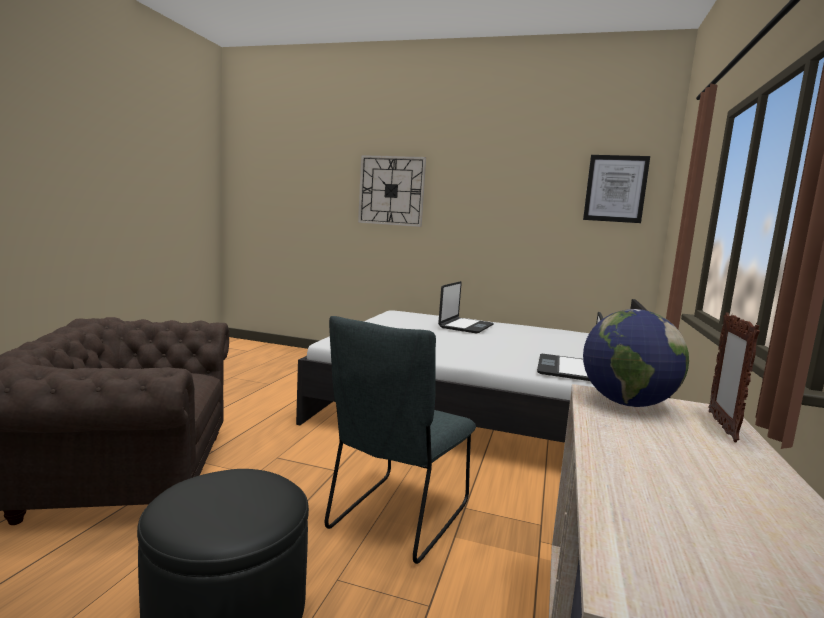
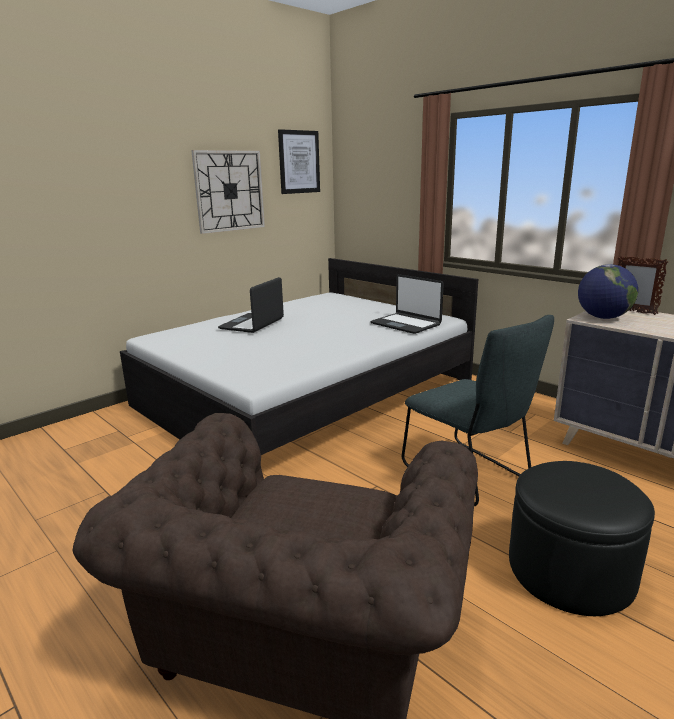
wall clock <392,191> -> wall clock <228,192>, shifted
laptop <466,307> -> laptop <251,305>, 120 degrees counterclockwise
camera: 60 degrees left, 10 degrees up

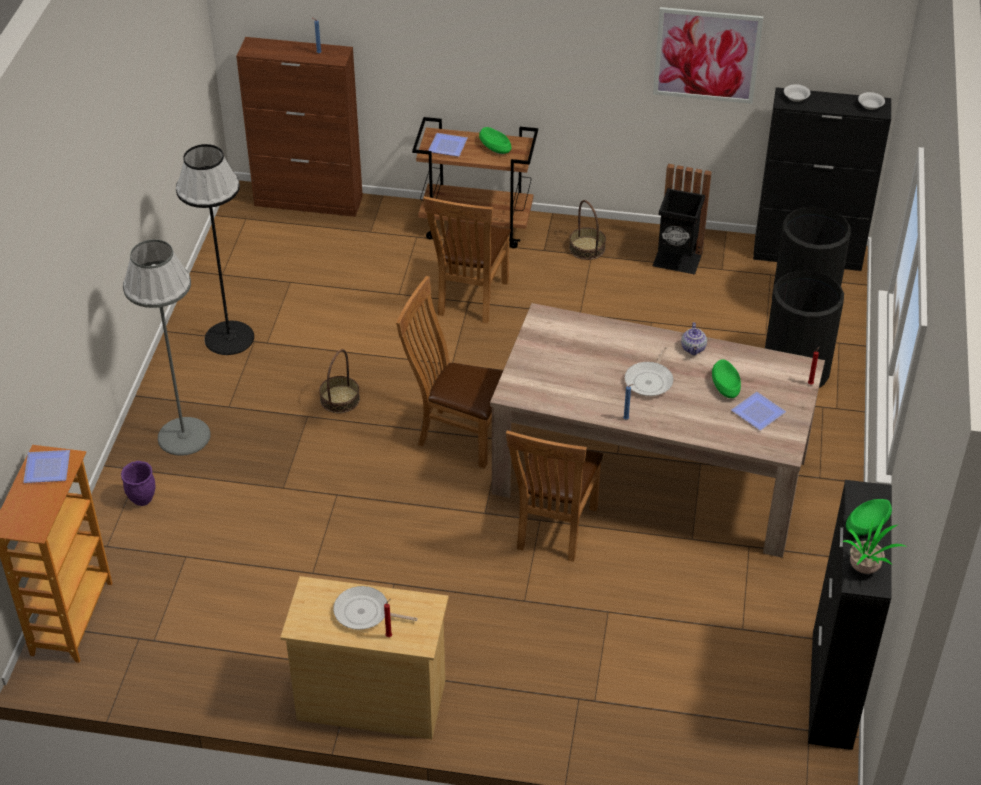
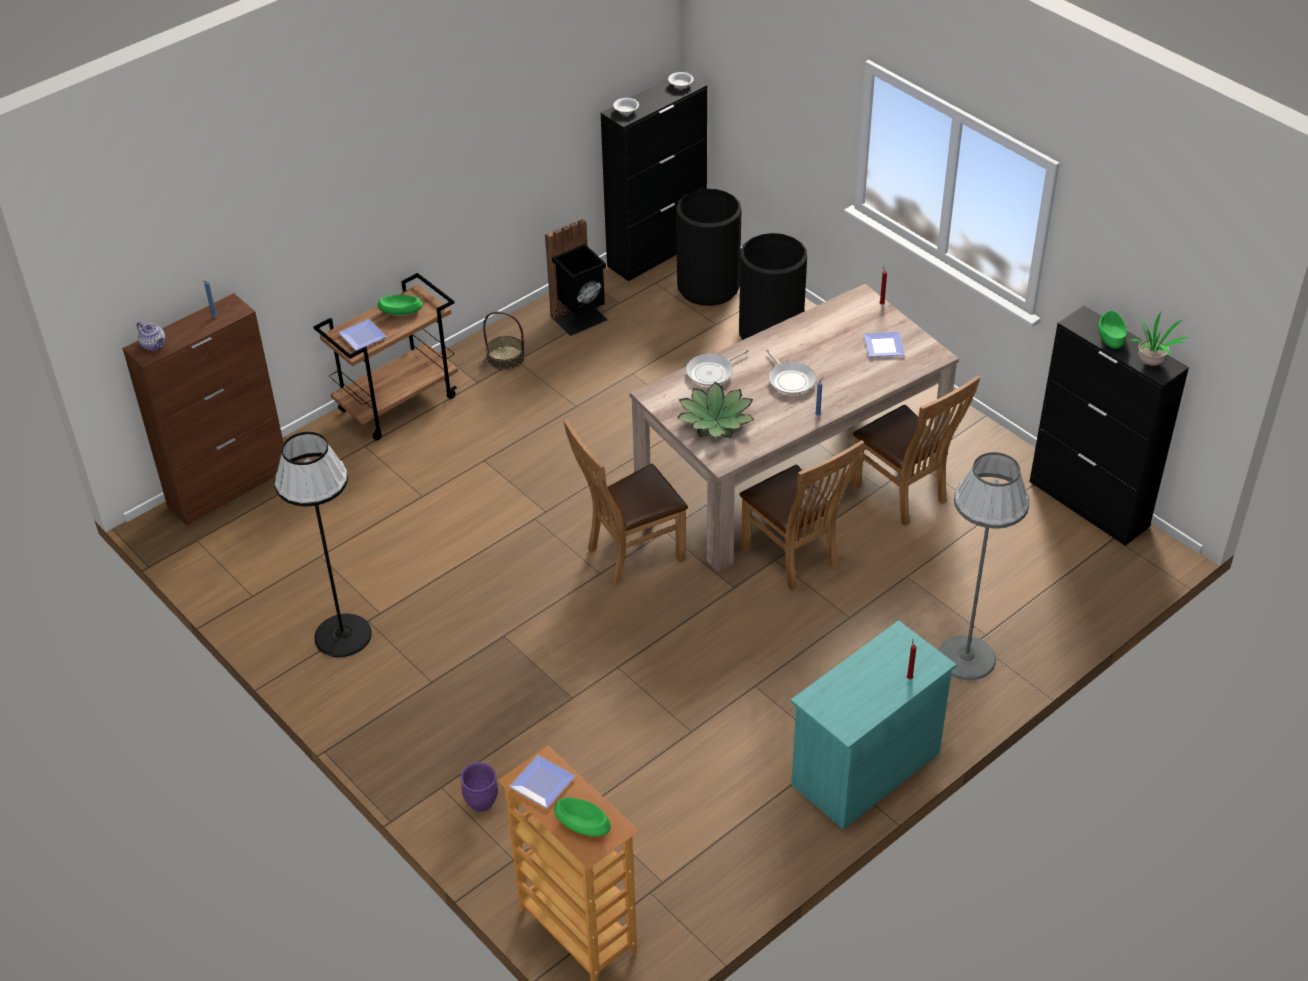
grey floor lamp <167,347> -> grey floor lamp <984,566>, shifted
beige dresser <364,657> -> turquoise dresser <873,725>
basket <339,381> -> none
frying pan <375,608> -> frying pan <717,367>, shifted
brown chair <467,260> -> brown chair <915,451>, shifted
picture <708,55> -> none
teapot <694,338> -> teapot <151,336>, shifted
green bowl <726,378> -> green bowl <582,817>, shifted
none -> potted plant <716,410>
camera: 50 degrees left, 0 degrees up

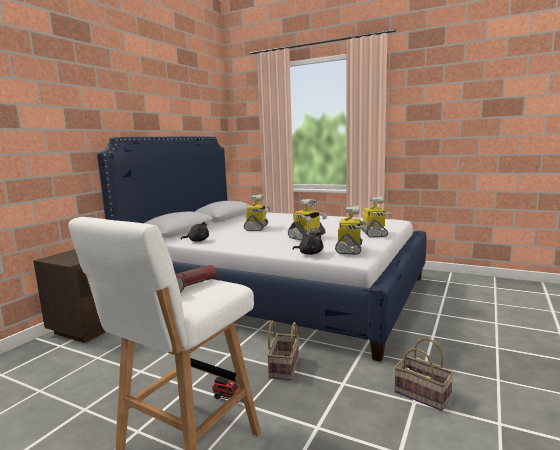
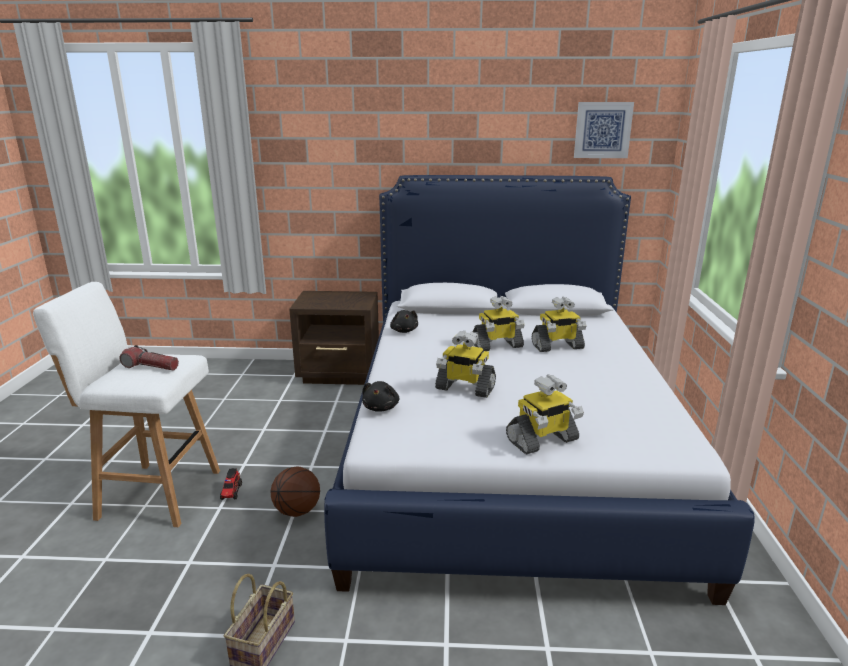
basket <283,350> -> basketball <295,491>
toy robot <351,230> -> toy robot <558,324>, shifted
none -> picture <604,130>
camera: 65 degrees right, 10 degrees up

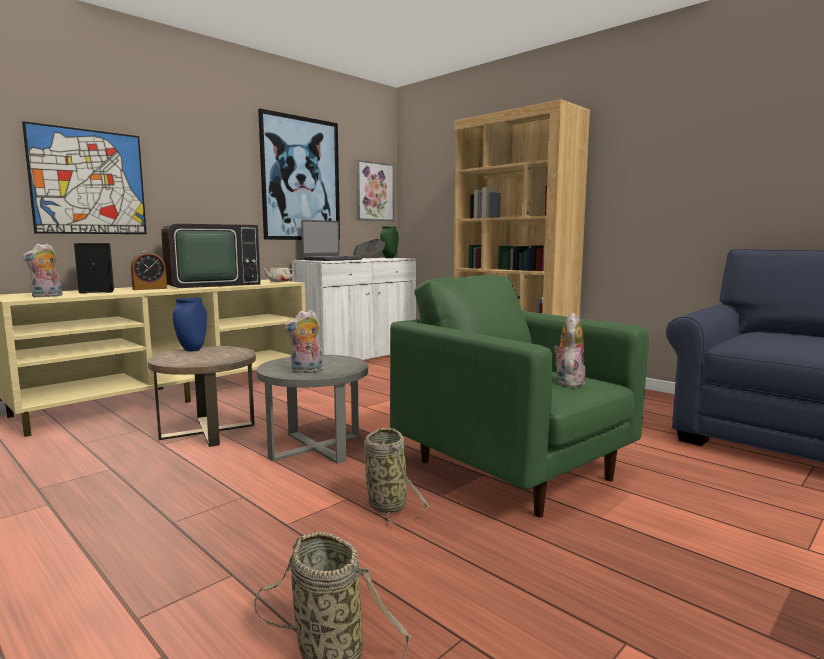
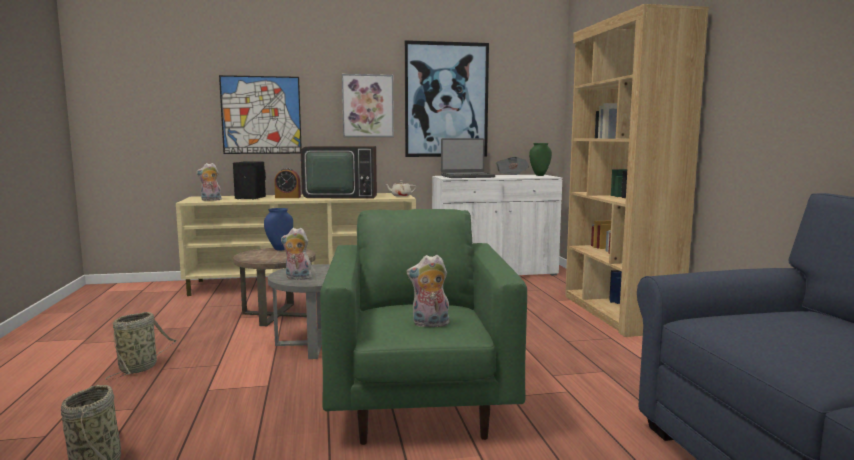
picture <375,190> -> picture <368,105>, shifted
basket <396,476> -> basket <141,346>, shifted
plush toy <569,349> -> plush toy <428,291>, 150 degrees counterclockwise
camera: 35 degrees right, 0 degrees up

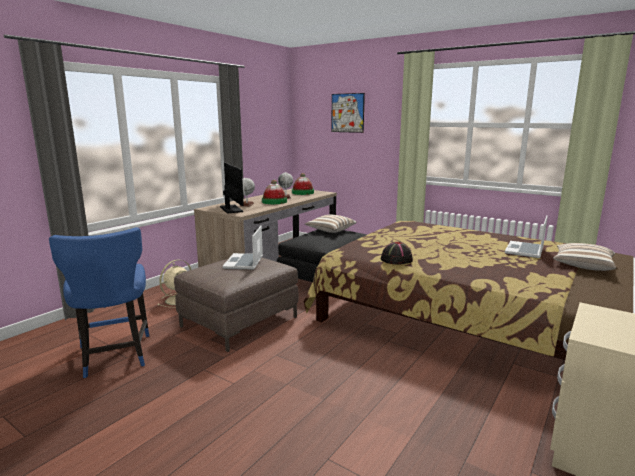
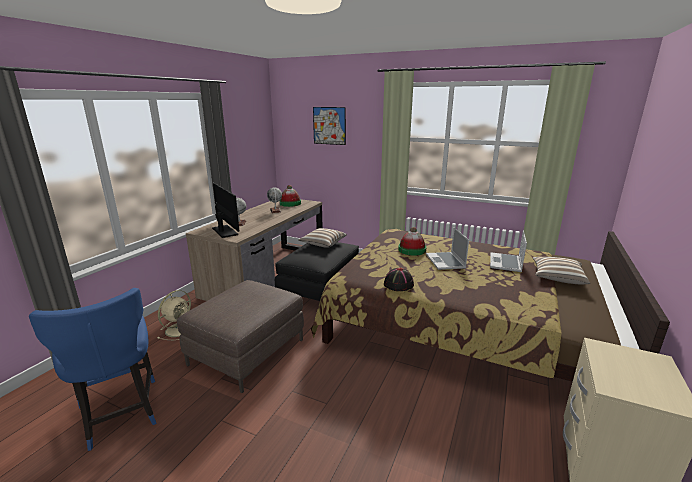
laptop <242,247> -> laptop <447,248>, shifted
hat <274,192> -> hat <412,241>, shifted
camera: 10 degrees left, 5 degrees up

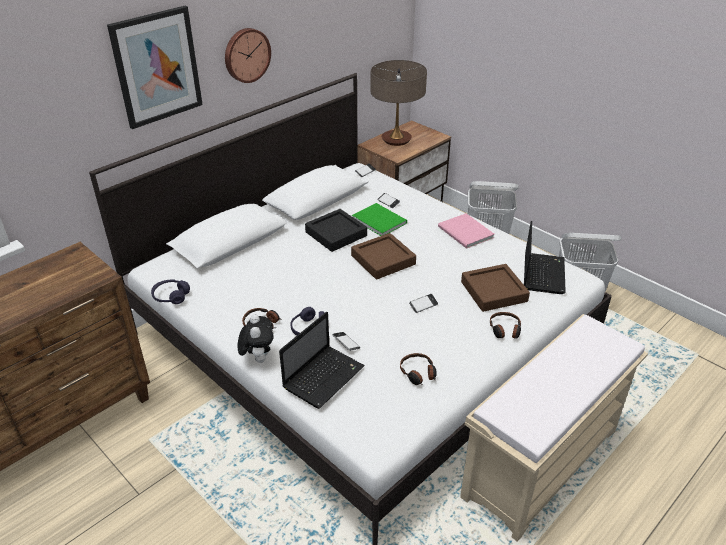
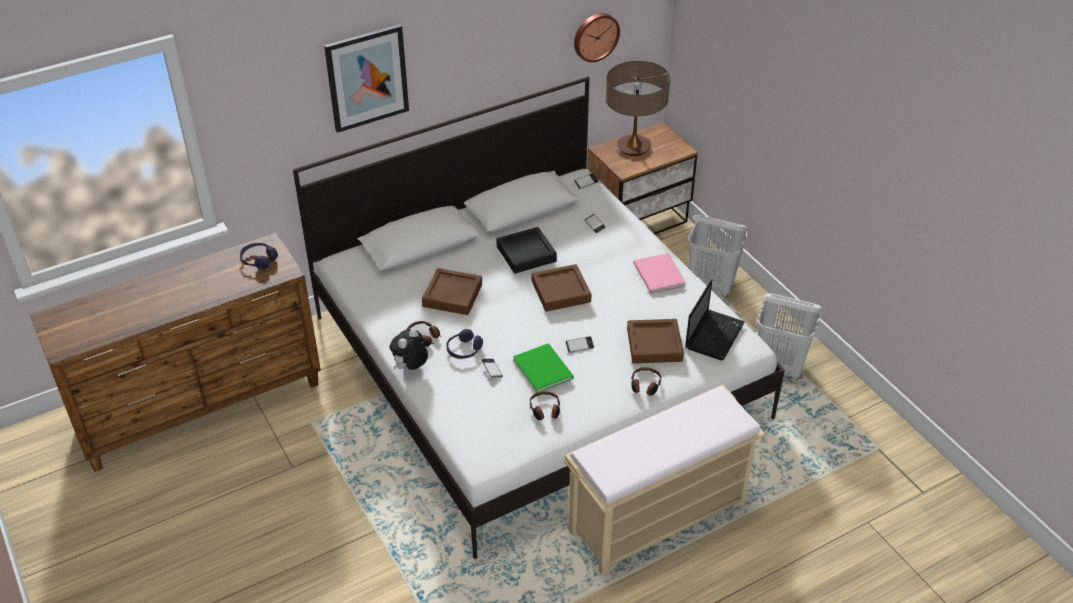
purple headphones <170,291> -> purple headphones <259,256>, shifted
wall clock <248,55> -> wall clock <597,37>, shifted
plush toy <255,338> -> plush toy <408,349>, 150 degrees counterclockwise
laptop <322,360> -> none
green book <379,219> -> green book <543,368>, shifted
none -> brown tray <452,291>
camera: 15 degrees right, 5 degrees up

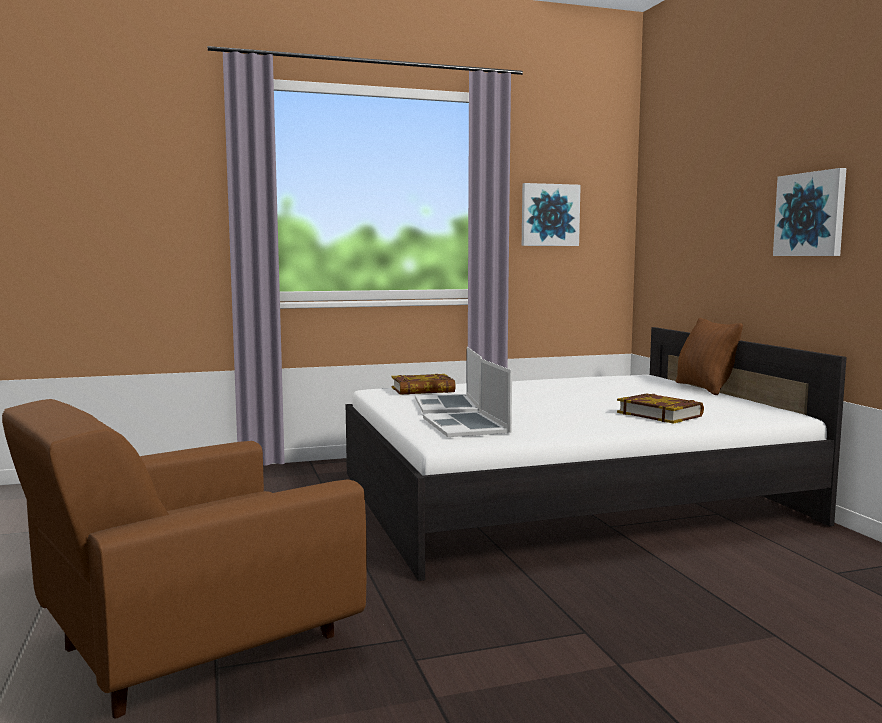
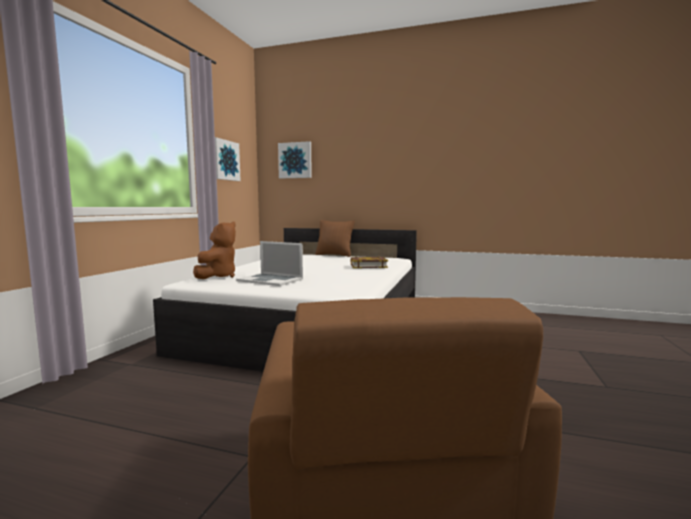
book <423,384> -> brown plush toy <214,250>
laptop <467,397> -> none
picture <809,212> -> picture <295,160>, shifted
camera: 55 degrees left, 0 degrees up

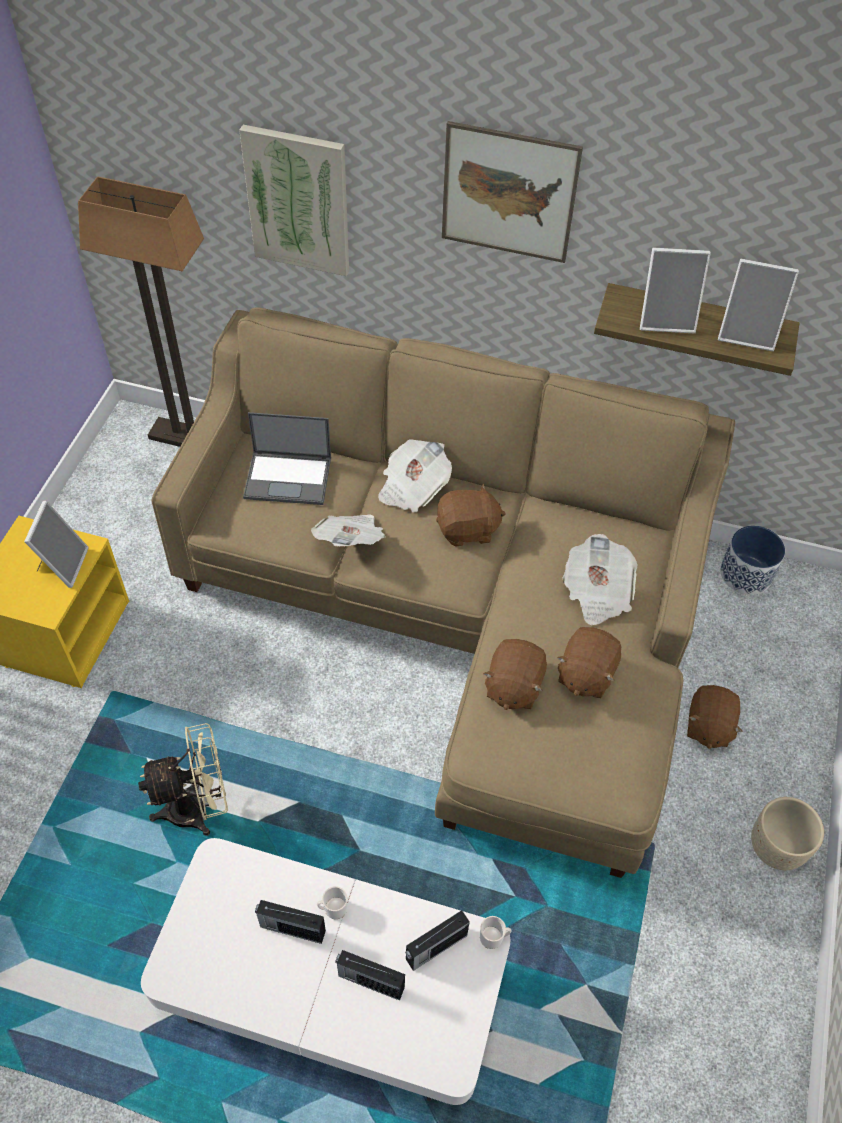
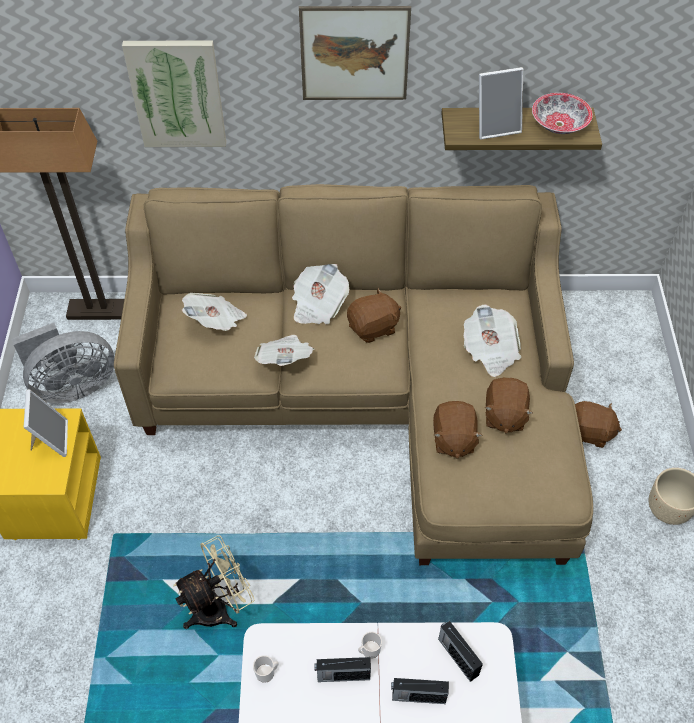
laptop <287,458> -> newspaper <214,312>
radio <437,940> -> radio <460,651>, 105 degrees clockwise
mug <495,932> -> mug <266,669>, shifted
brown plush toy <715,717> -> brown plush toy <598,424>, 75 degrees counterclockwise
picture frame <758,305> -> bowl <562,113>
planter <752,560> -> none
none -> grey fan <62,363>
camera: 15 degrees left, 0 degrees up

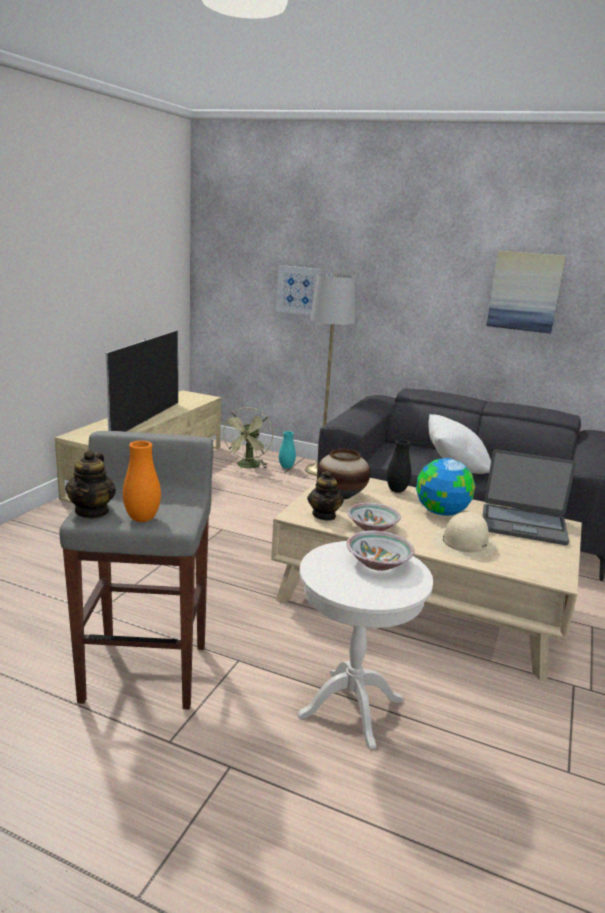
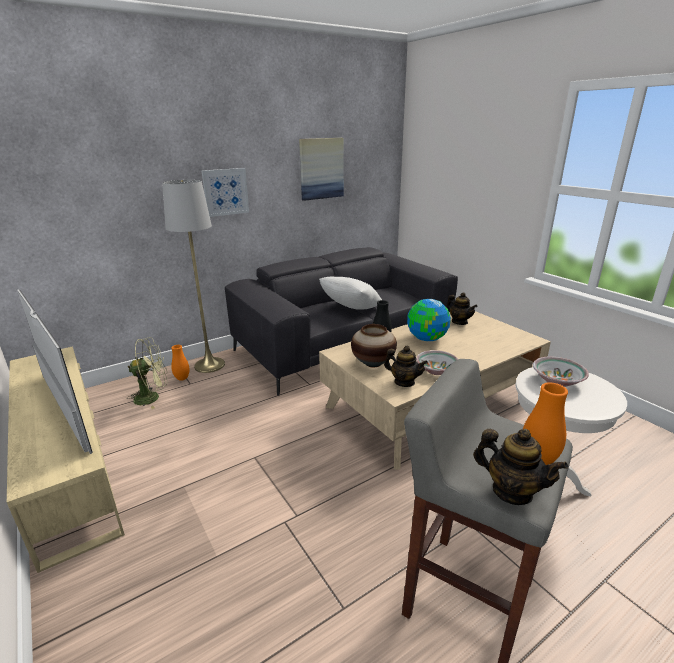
green fan <247,437> -> green fan <147,373>, 60 degrees counterclockwise
picture <299,290> -> picture <225,192>, shifted
turquoise vase <287,450> -> orange vase <180,363>
beige hat <465,535> -> none
laptop <529,497> -> teapot <461,308>
camera: 55 degrees left, 5 degrees up

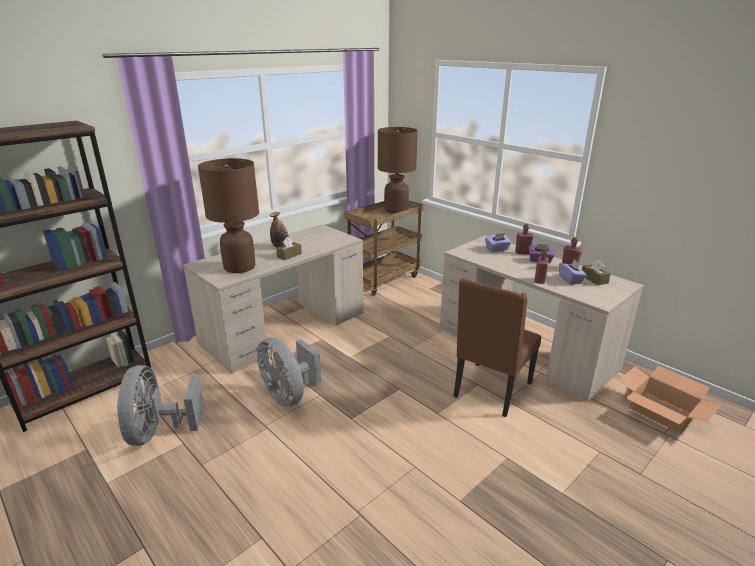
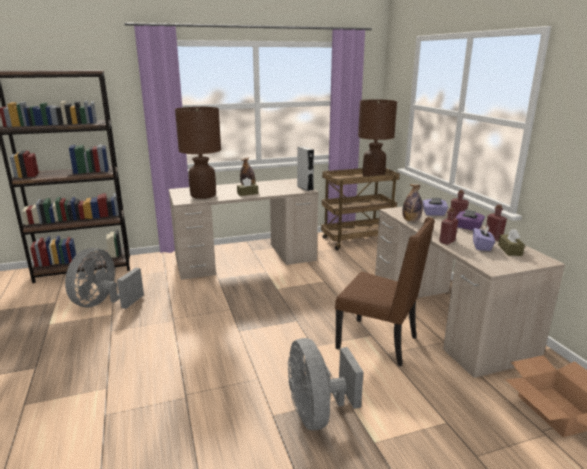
grey fan <289,372> -> grey fan <326,384>, shifted
brown chair <497,347> -> brown chair <385,291>, 120 degrees counterclockwise
none -> grey speaker <305,169>
none -> bottle <412,203>
camera: 25 degrees right, 5 degrees down

